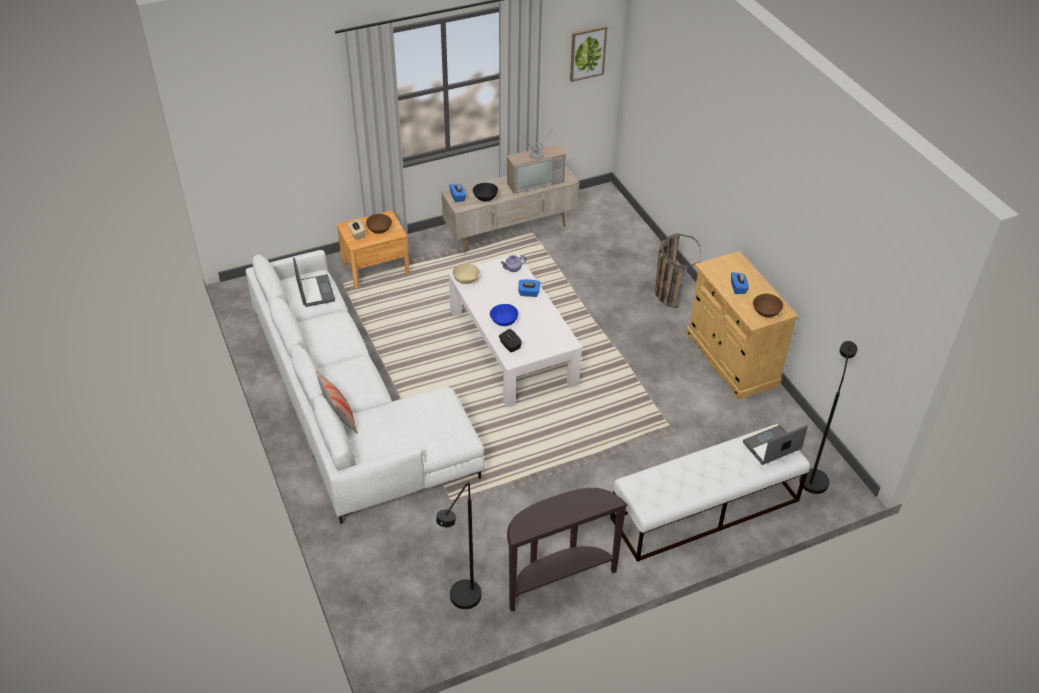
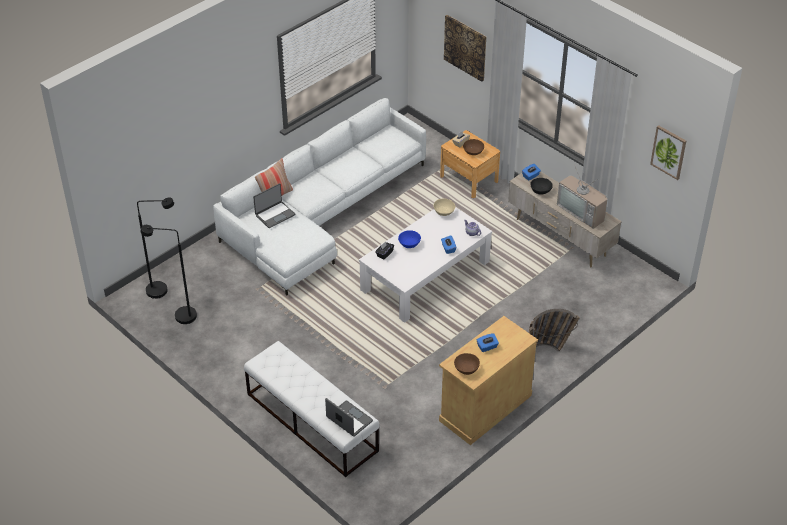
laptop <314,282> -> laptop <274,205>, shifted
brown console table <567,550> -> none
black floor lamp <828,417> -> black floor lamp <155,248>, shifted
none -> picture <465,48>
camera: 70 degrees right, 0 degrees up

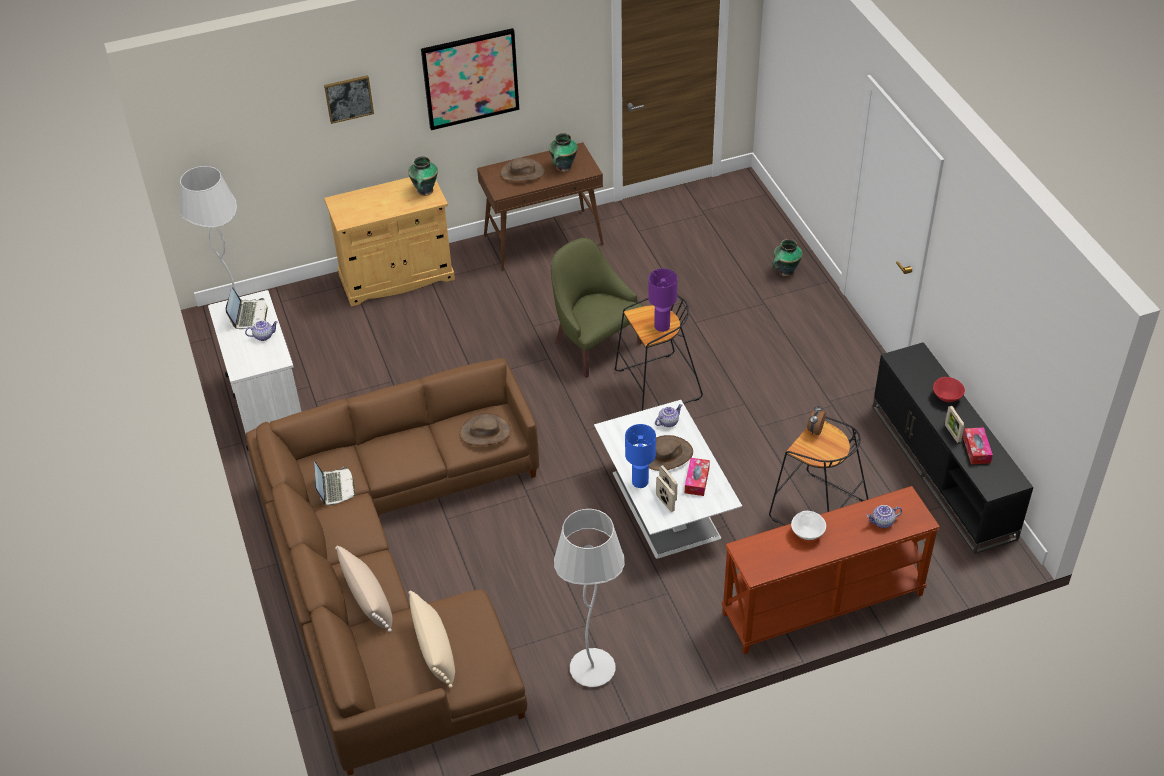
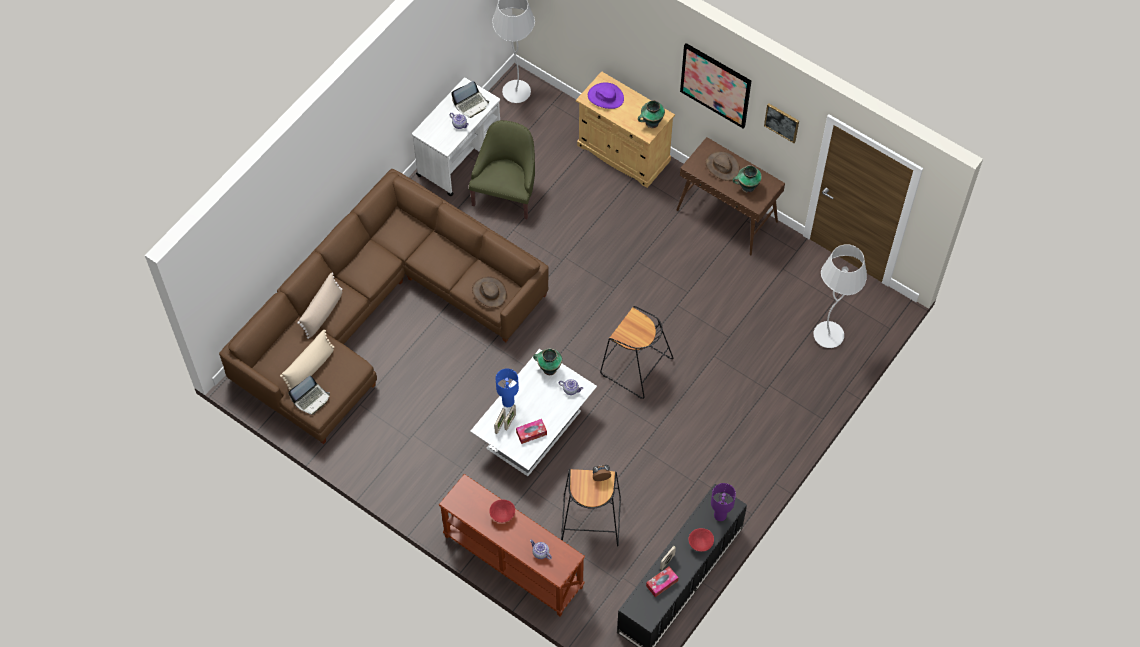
laptop <335,483> -> laptop <309,395>, shifted
picture <349,99> -> picture <781,123>, shifted
green armchair <597,308> -> green armchair <502,169>, shifted
white floor lamp <589,598> -> white floor lamp <840,296>, shifted
brown hat <669,453> -> none
purple table lamp <663,300> -> purple table lamp <723,502>, shifted
vase <787,257> -> vase <547,361>, shifted
white bowl <808,525> -> red bowl <502,511>
none -> purple hat <606,96>
camera: 55 degrees right, 15 degrees up

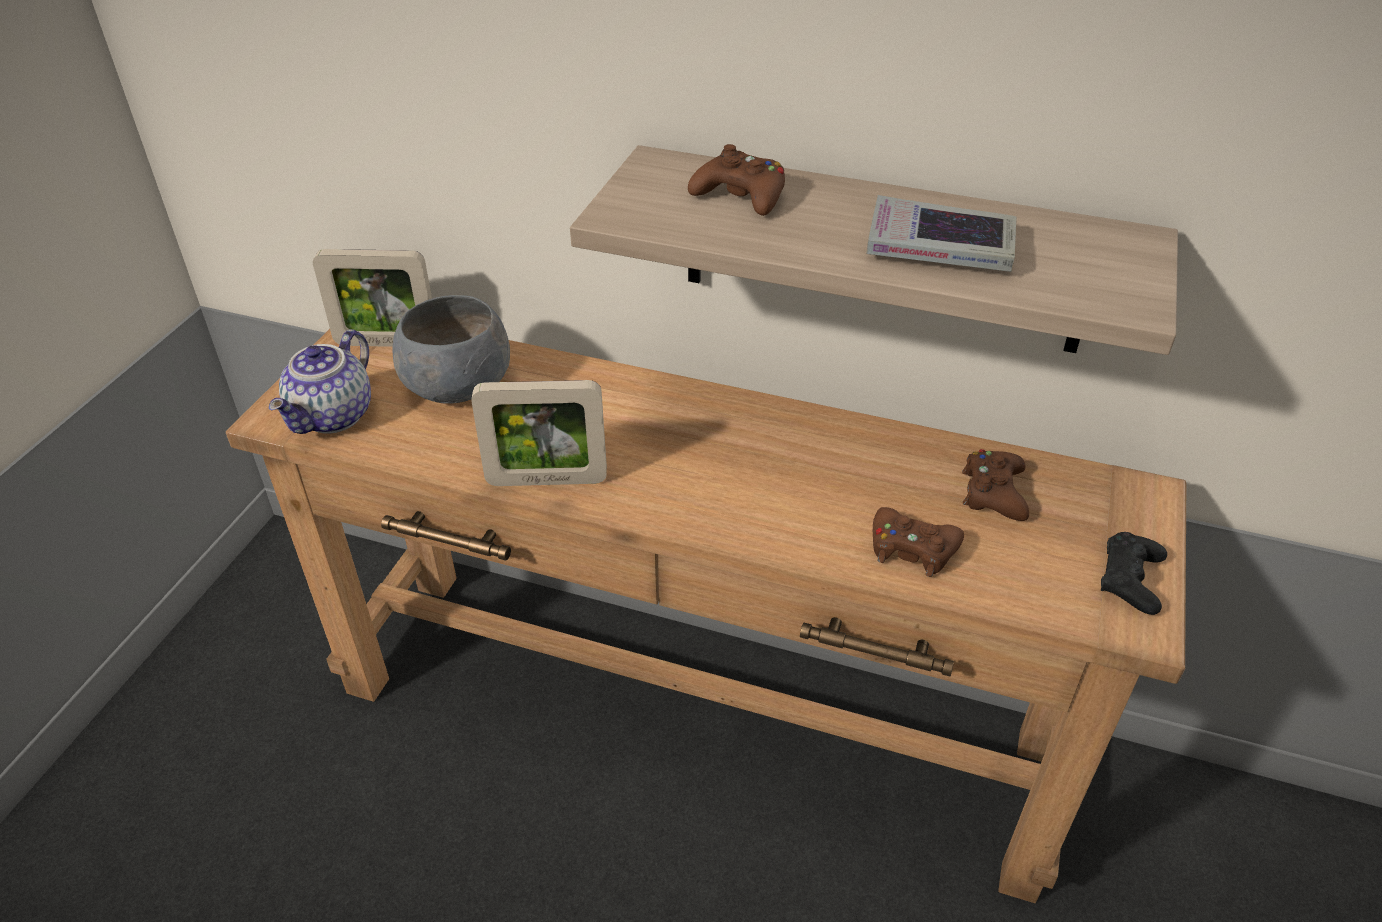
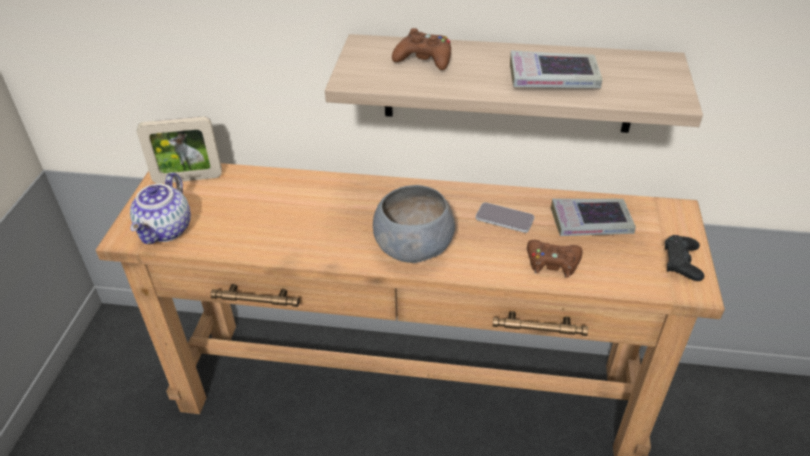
grey bowl <451,349> -> grey bowl <414,224>, shifted
picture frame <539,433> -> none
brown game controller <995,485> -> book <593,217>
none -> phone <505,217>
camera: 10 degrees left, 0 degrees up

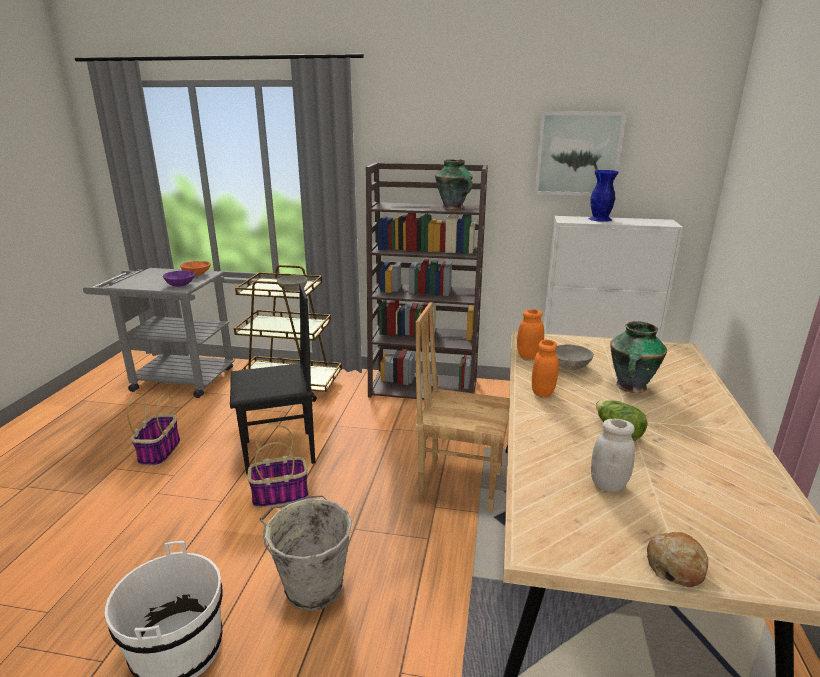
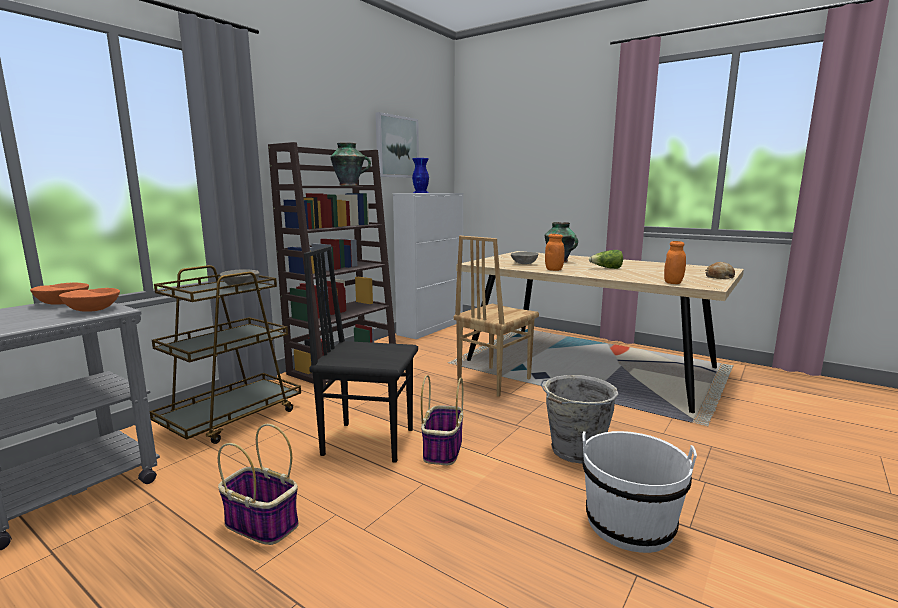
purple bowl <179,278> -> orange bowl <89,300>
black chair <272,378> -> black chair <361,354>, 90 degrees counterclockwise
orange jar <530,334> -> orange jar <675,262>, shifted
white jar <613,455> -> none
camera: 65 degrees left, 10 degrees down

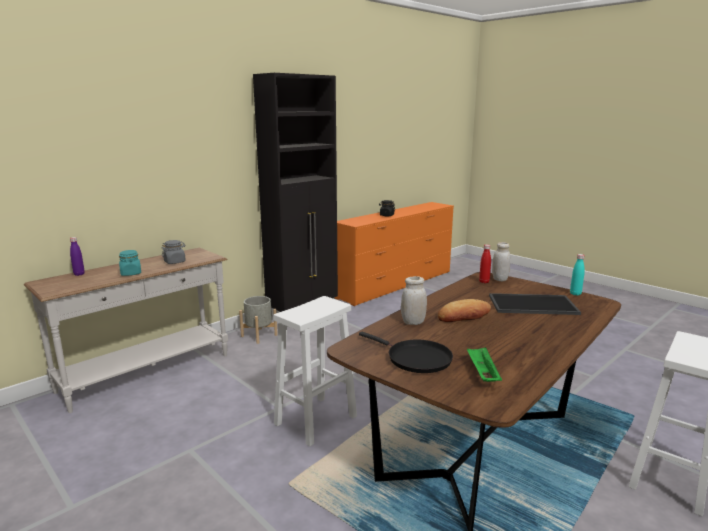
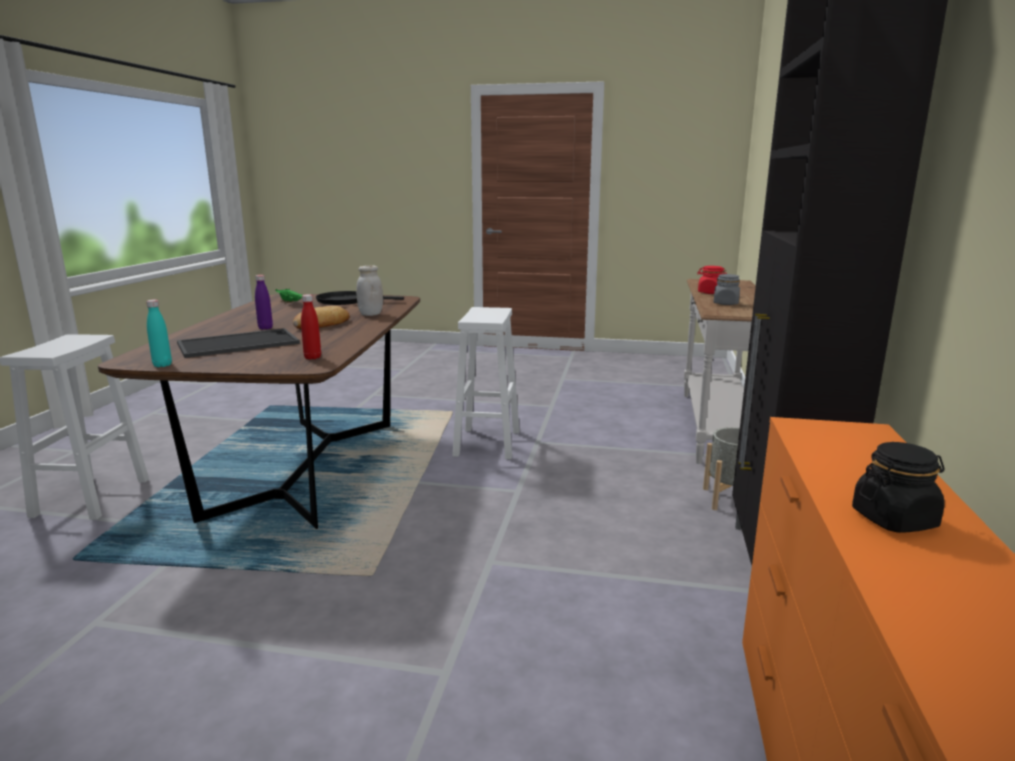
purple bottle <77,256> -> purple bottle <264,302>, shifted
turquoise jar <130,263> -> red jar <712,280>
white jar <501,261> -> none
camera: 145 degrees right, 0 degrees up

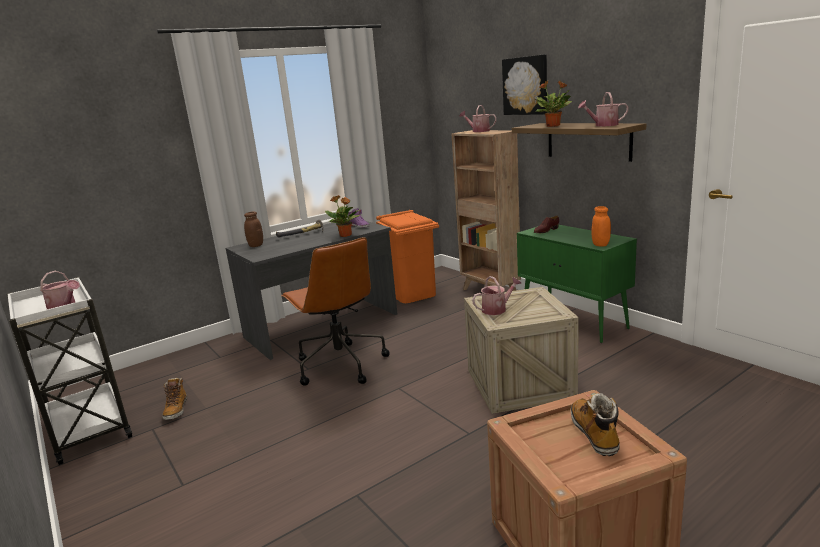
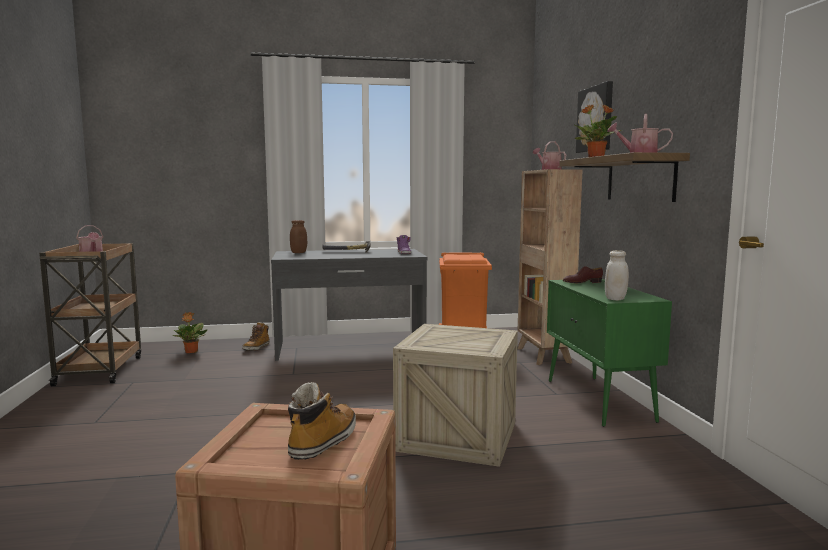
white cart <69,371> -> brown cart <90,314>
boot <174,399> -> boot <256,336>, shifted
brown office chair <335,311> -> none
potted plant <343,216> -> potted plant <190,332>, shifted
watering can <496,295> -> none
orange jar <601,226> -> white jar <617,275>
camera: 25 degrees right, 10 degrees down

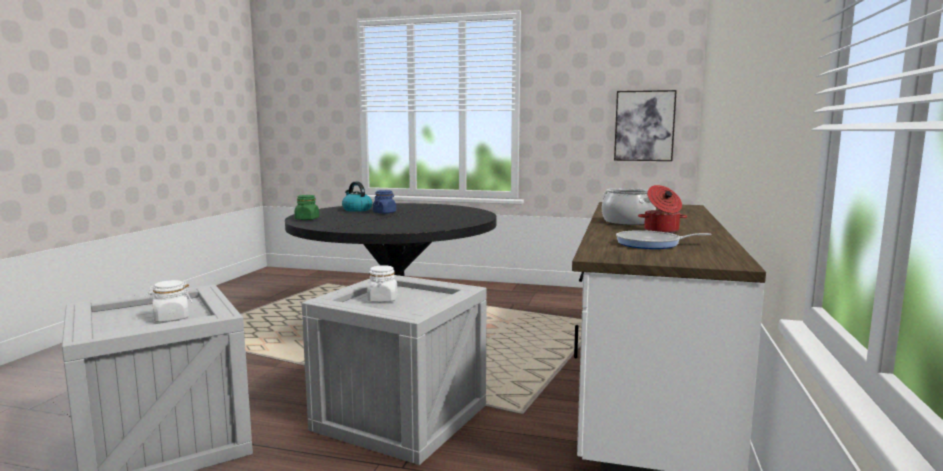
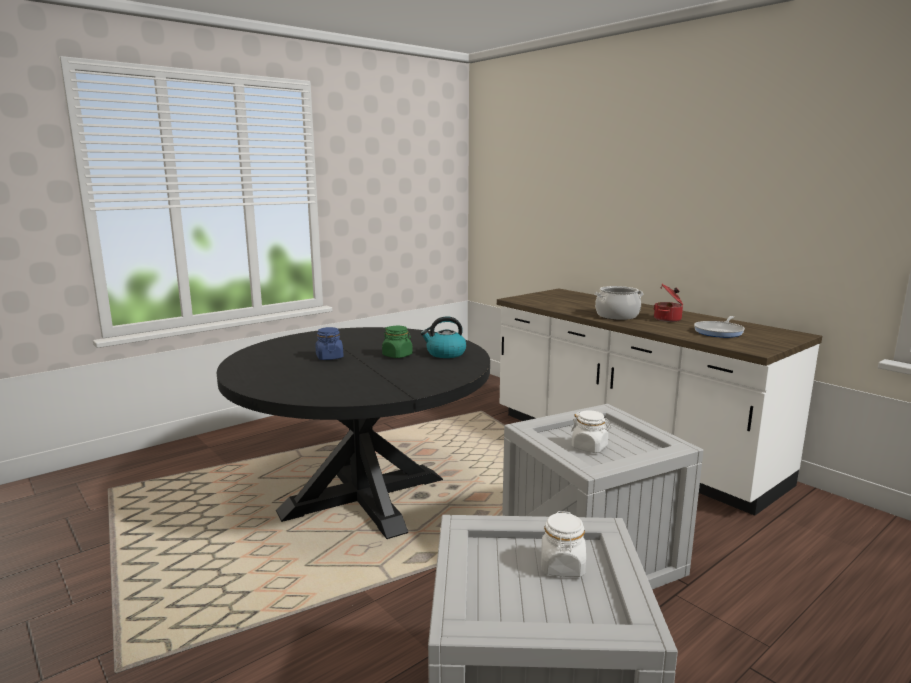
green jar <307,207> -> green jar <397,342>, shifted
kettle <357,197> -> kettle <443,337>, shifted
picture <645,125> -> none
camera: 55 degrees left, 5 degrees up

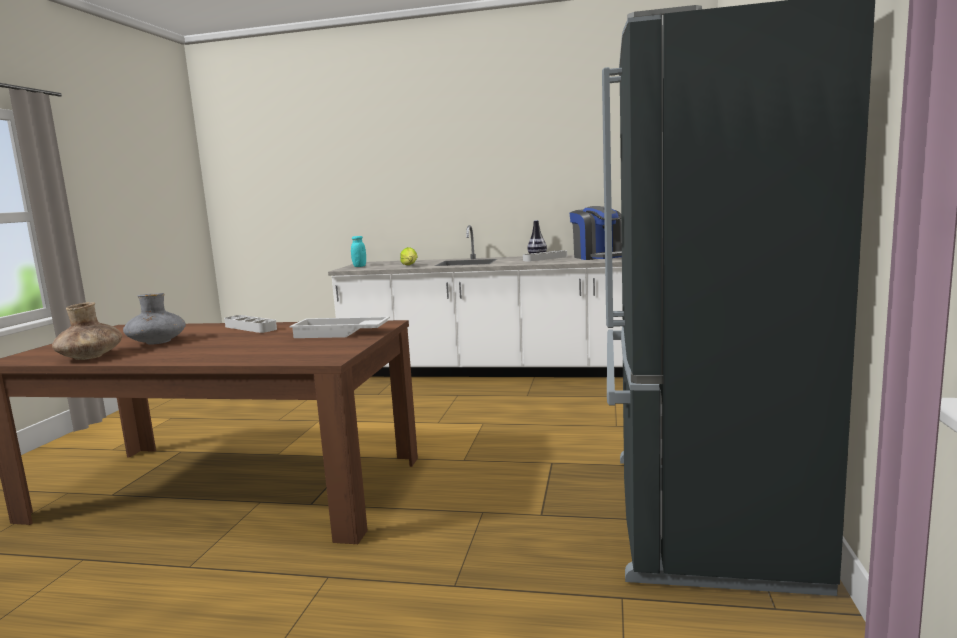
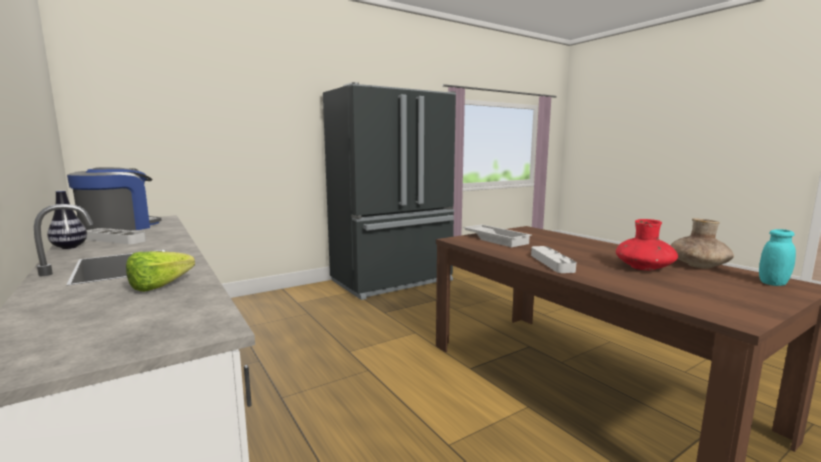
grey vase <154,319> -> red vase <647,245>
turquoise jar <358,251> -> turquoise jar <777,257>, shifted
camera: 135 degrees left, 0 degrees up

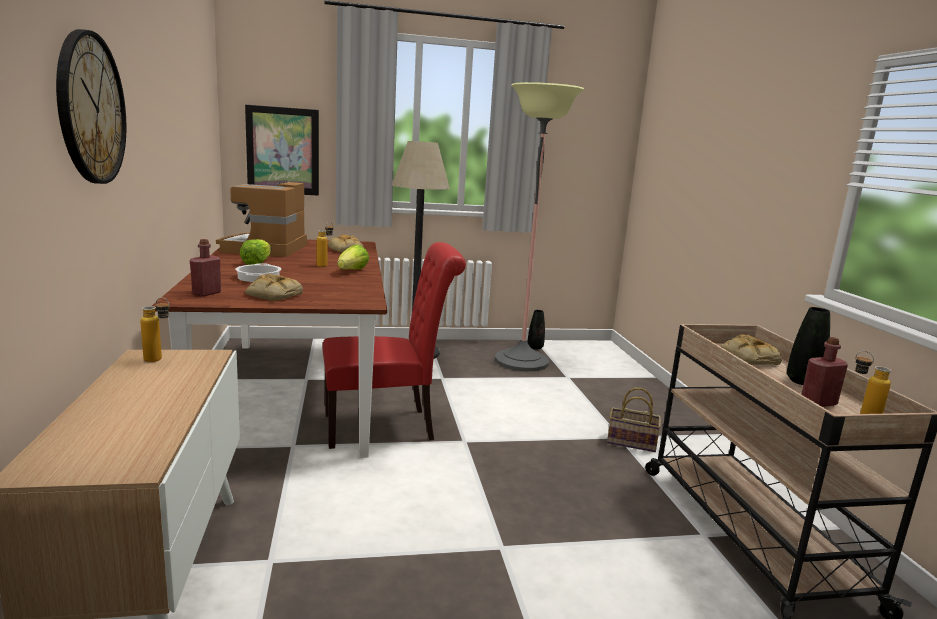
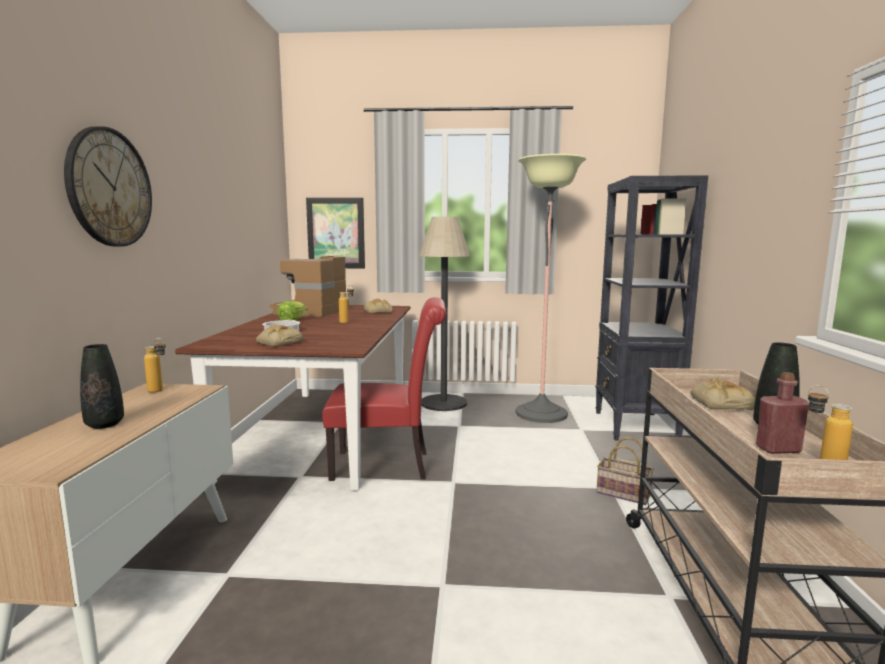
red bottle <205,268> -> none
lettuce <353,257> -> none
black vase <536,329> -> black vase <102,386>, shifted
none -> black bookcase <652,307>
camera: 15 degrees right, 5 degrees down

